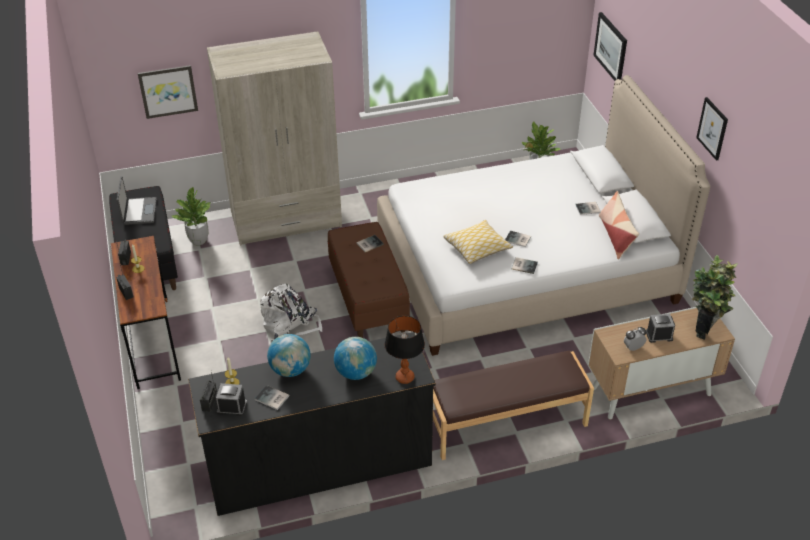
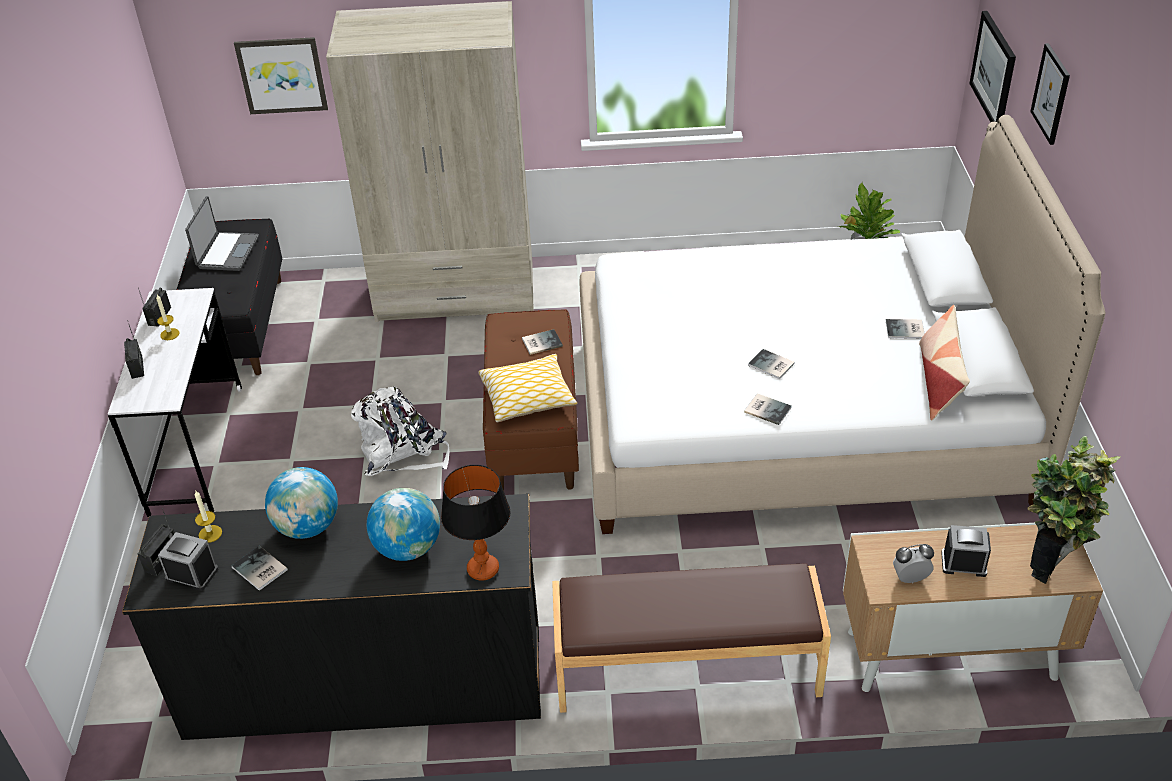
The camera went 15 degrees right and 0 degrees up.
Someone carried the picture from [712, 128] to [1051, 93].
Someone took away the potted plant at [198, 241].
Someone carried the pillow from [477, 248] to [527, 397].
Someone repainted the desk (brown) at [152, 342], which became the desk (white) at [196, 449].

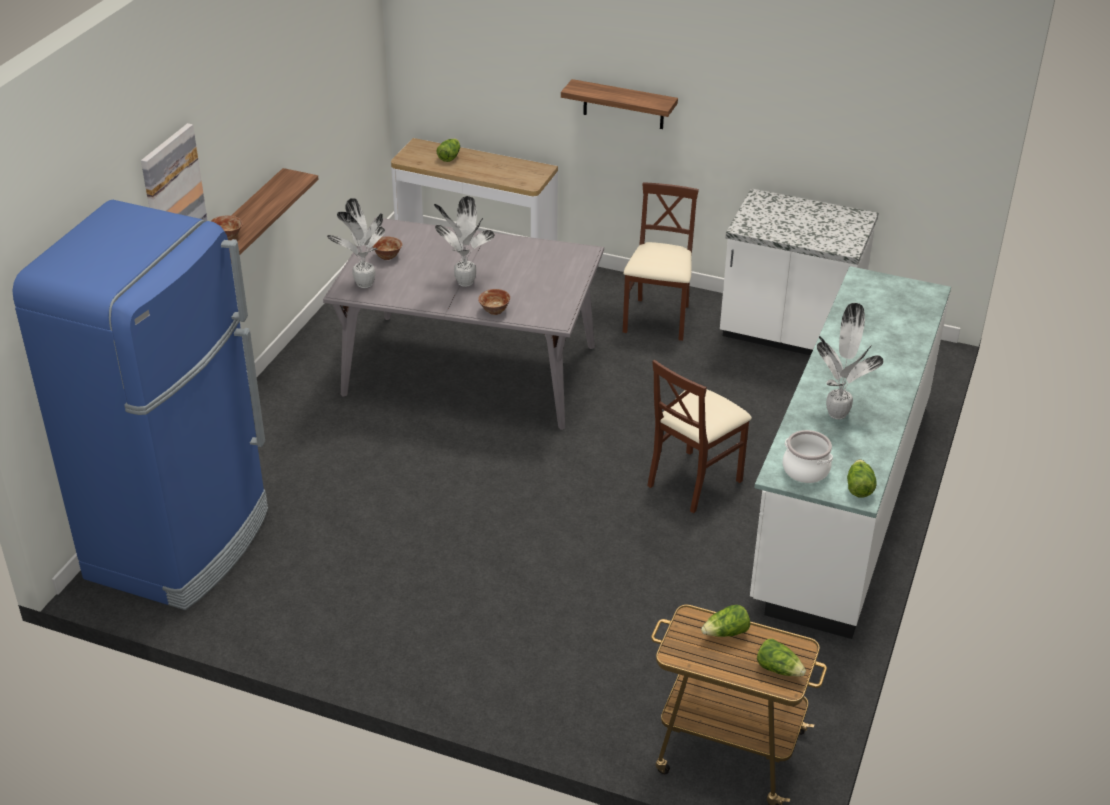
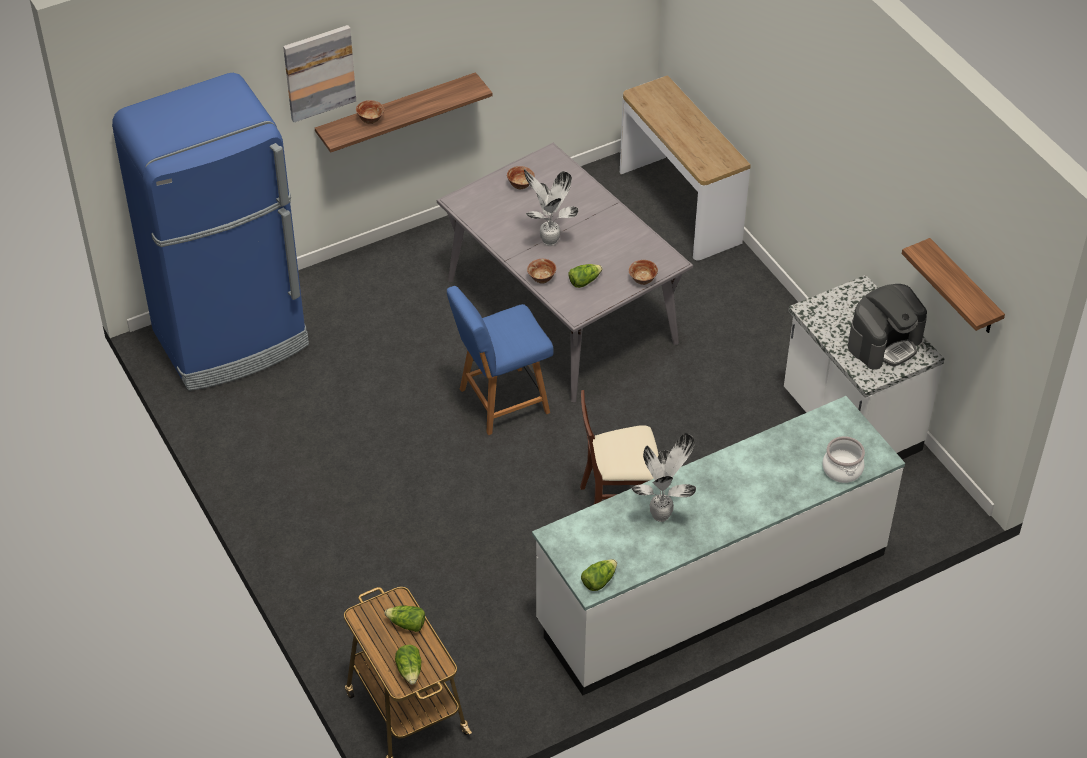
The camera went 40 degrees right and 10 degrees up.
Someone carried the shelf from [623, 104] to [963, 289].
Someone carried the lettuce from [449, 157] to [584, 281].
Someone took away the chair (brown) at [658, 320].
Someone took away the potted plant at [363, 285].
Someone carried the cooking pot from [806, 470] to [842, 469].
Someone put down the bowl at [643, 280].
Someone put down the coffee machine at [884, 343].
Someone put down the chair (blue) at [501, 402].

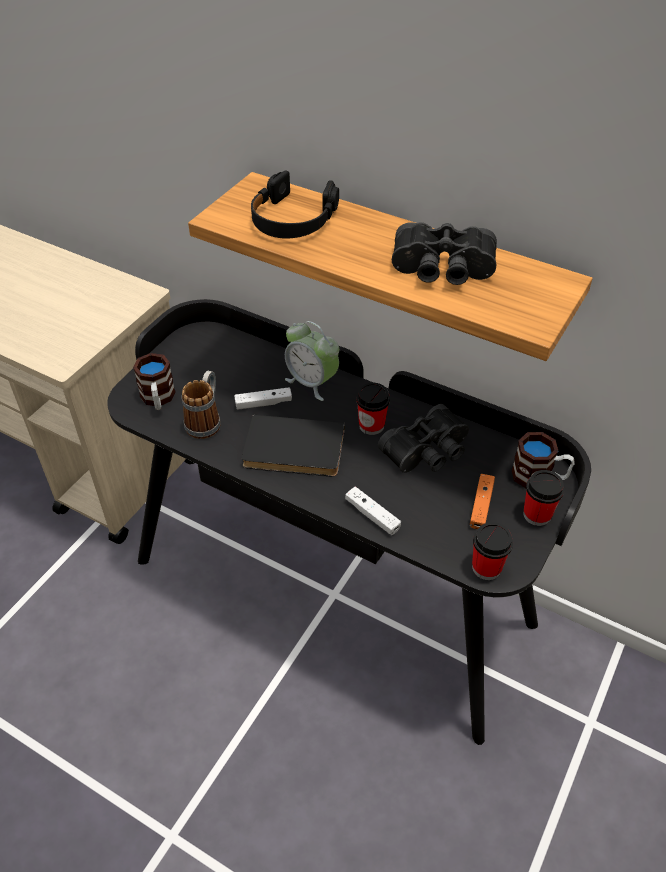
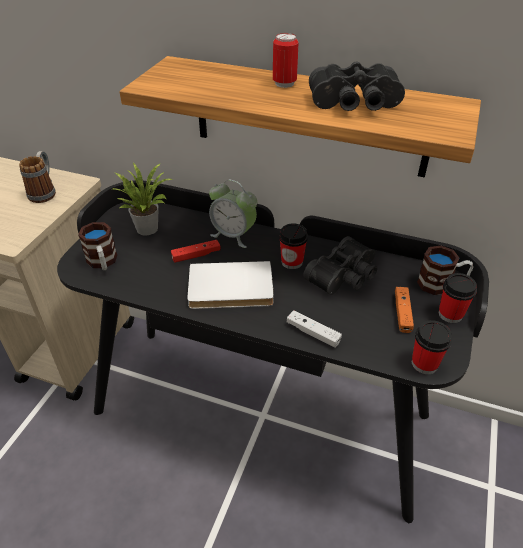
The camera went 10 degrees left and 5 degrees down.
Someone took away the headphones (black) at [292, 219].
Someone carried the mug from [206, 421] to [45, 192].
Someone repainted the game controller (white) at [263, 403], which became the game controller (red) at [196, 255].
Someone repainted the book (black) at [293, 451], which became the book (white) at [231, 289].
Someone put down the can at [284, 83].
Someone put down the potted plant at [147, 227].

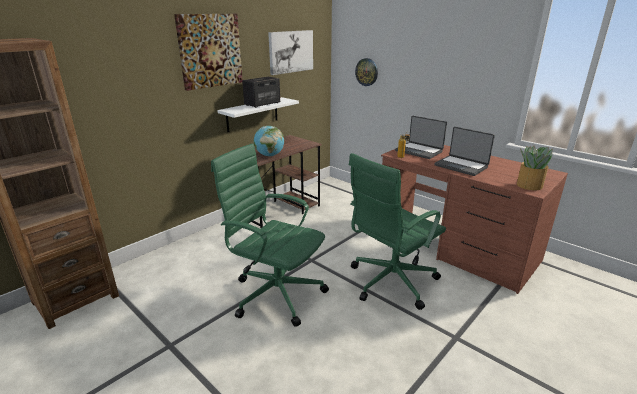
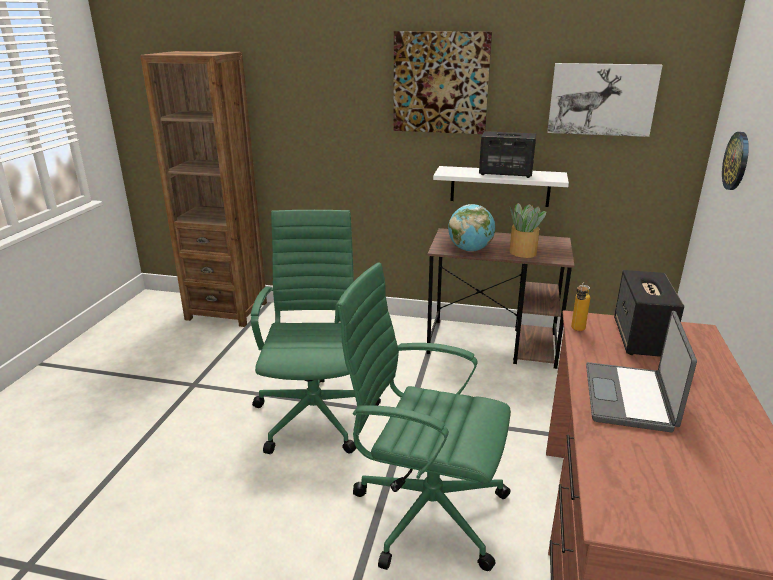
The camera went 60 degrees right and 0 degrees up.
Someone swapped the laptop at [419, 151] for the speaker at [641, 339].
Someone carried the potted plant from [528, 185] to [522, 252].

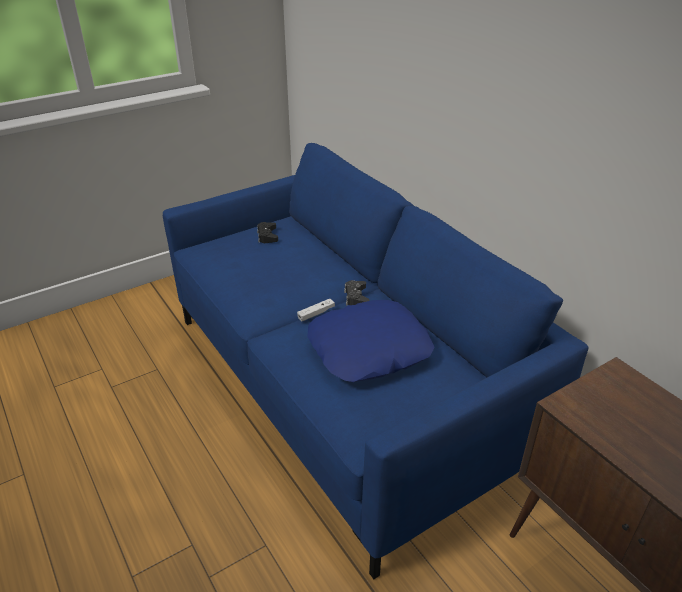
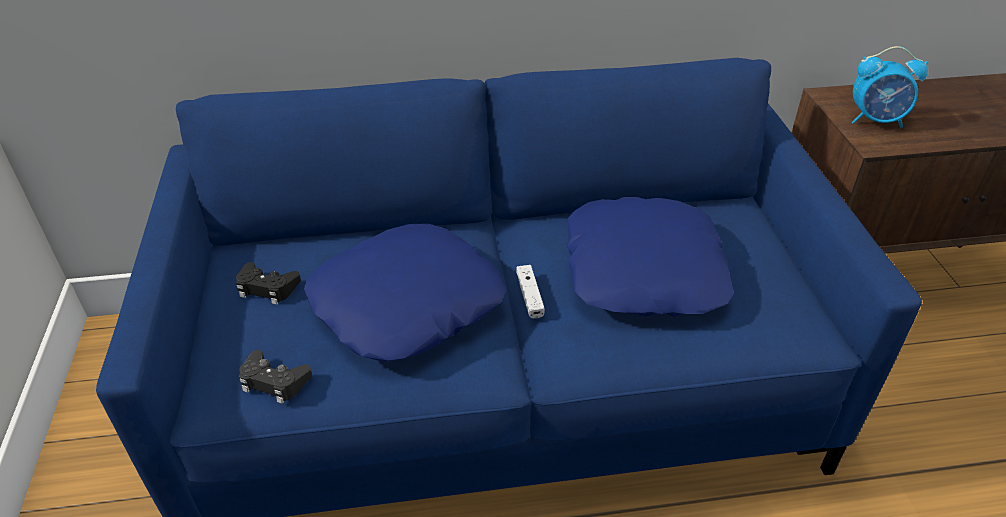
The camera went 65 degrees left and 5 degrees up.
Someone carried the game controller (black) from [356, 297] to [274, 381].
Someone put down the alarm clock at [876, 120].
Someone put down the pillow (blue) at [406, 302].

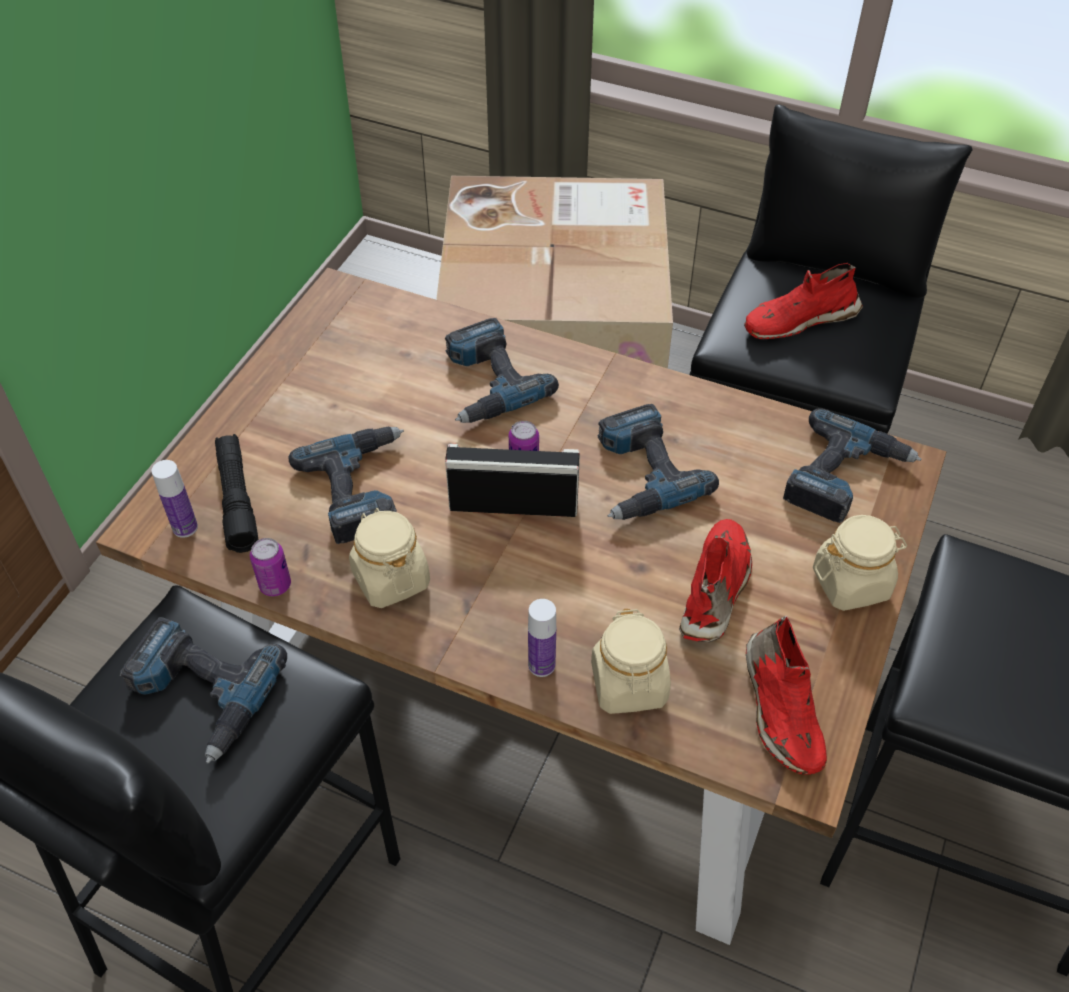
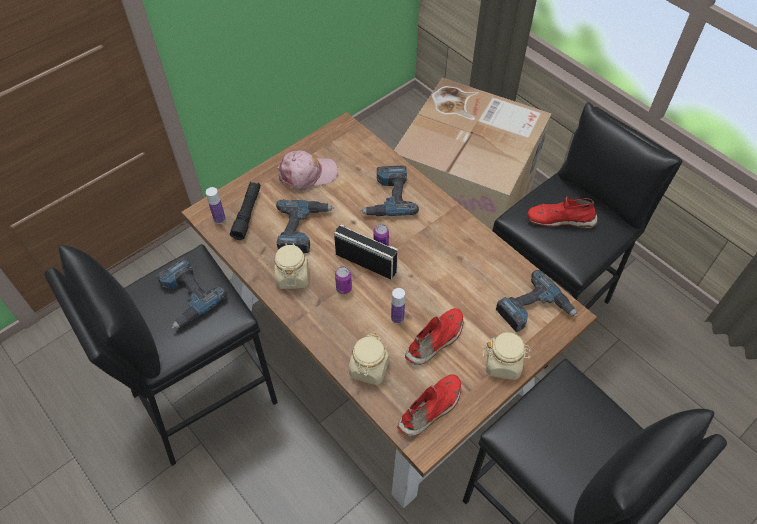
The camera went 25 degrees right and 5 degrees up.
Someone took away the power drill at [640, 474].
Someone carried the can from [275, 585] to [344, 288].
Someone carried the bottle from [541, 665] to [397, 318].
Someone rotated the shoe (red) at [780, 708] by 150 degrees counterclockwise.
Someone put down the cap (pink) at [307, 174].

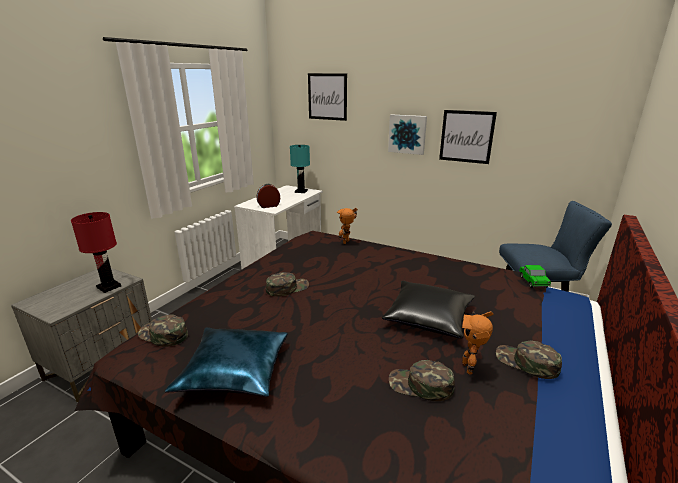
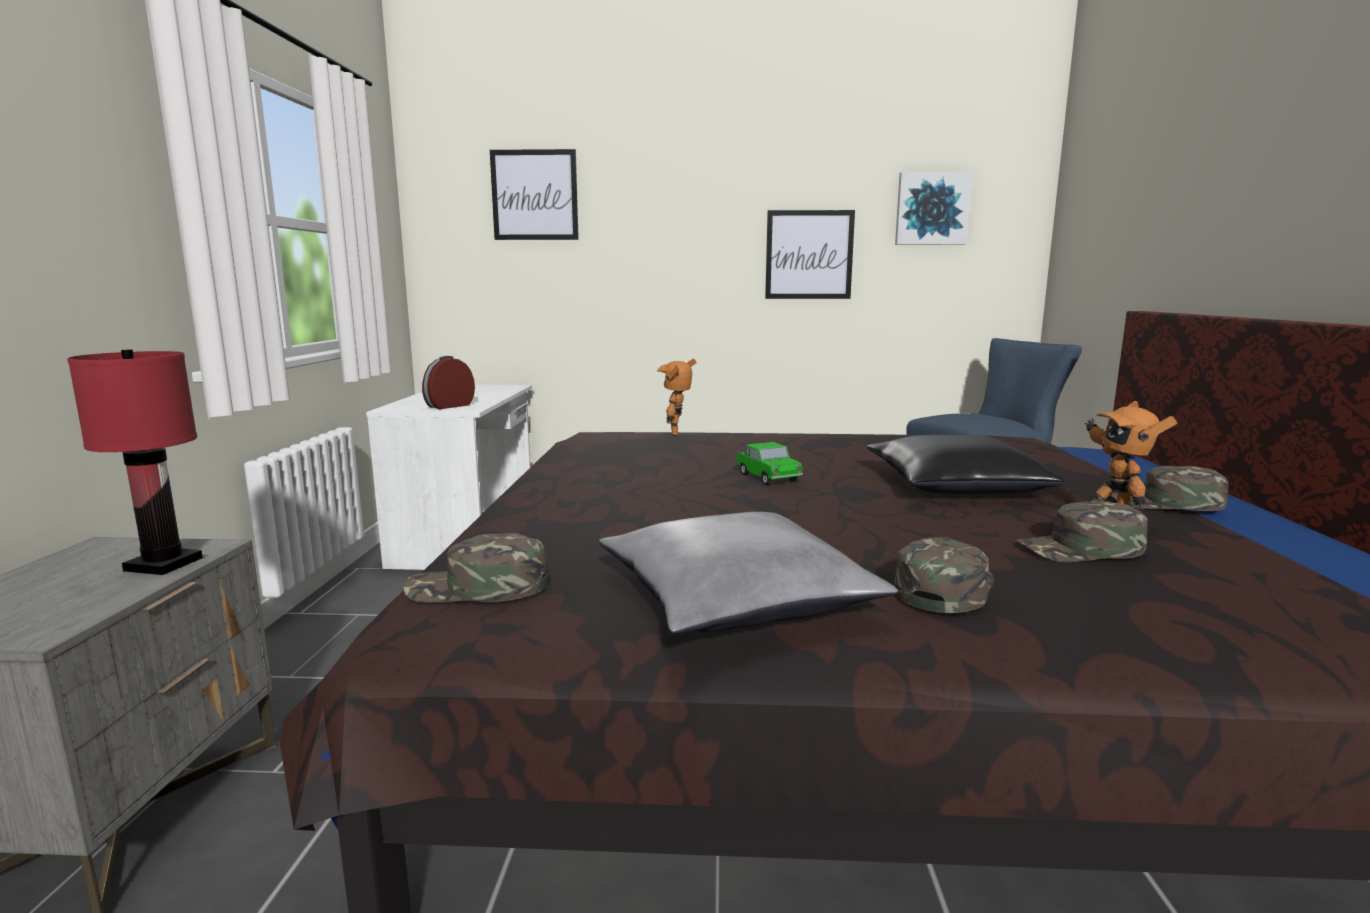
The camera went 25 degrees left and 10 degrees down.
Someone carried the picture from [407, 134] to [931, 209].
Someone took away the table lamp (turquoise) at [301, 191].
Someone carried the toy car from [533, 282] to [768, 477].
Someone carried the cap (green) from [287, 288] to [943, 587].
Someone repainted the pillow (blue) at [234, 371], which became the pillow (grey) at [737, 599].

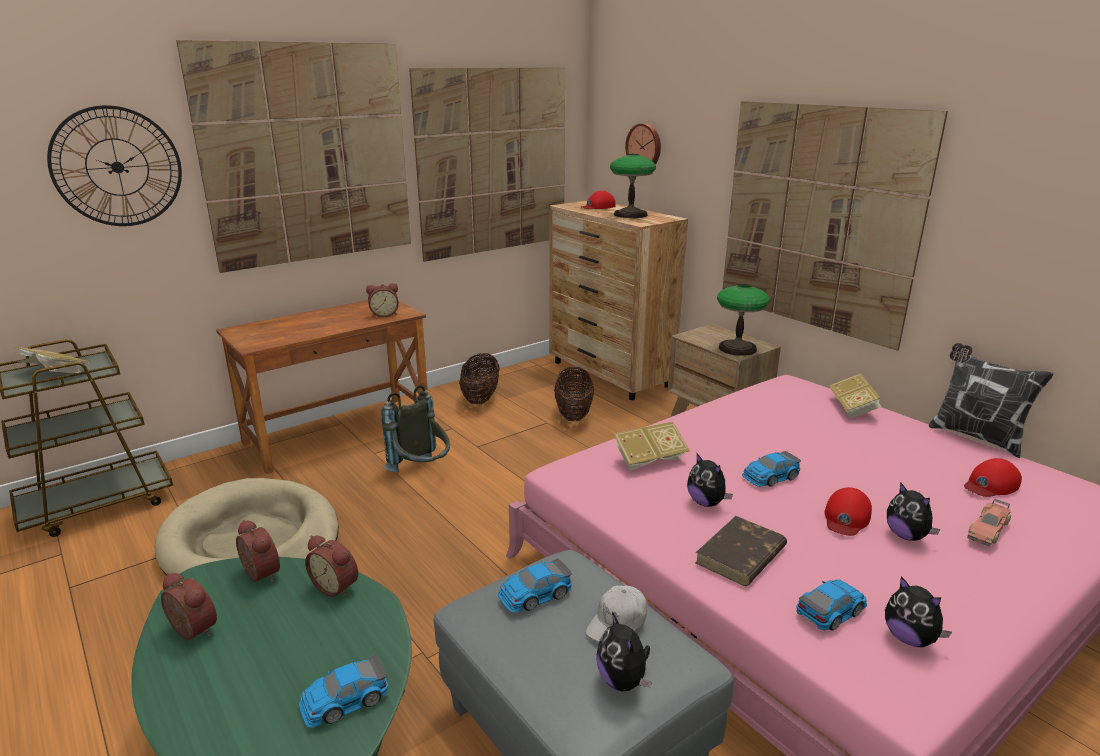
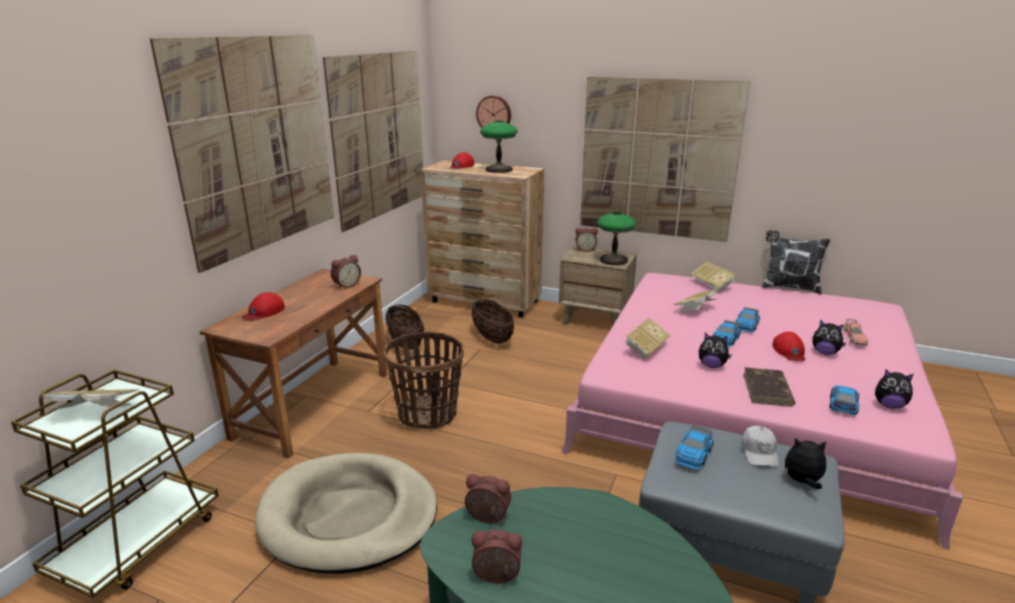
The camera went 30 degrees left and 0 degrees up.
Someone took away the wall clock at [117, 167].
Someone swapped the backpack (grey) at [422, 472] for the basket at [428, 414].
Someone carried the cap (red) from [990, 484] to [263, 312].
Someone carried the alarm clock from [337, 586] to [585, 249].
Someone rotated the plush toy at [623, 681] by 150 degrees clockwise.
Someone carried the toy car from [344, 700] to [746, 325].
Someone put down the book at [695, 309].

